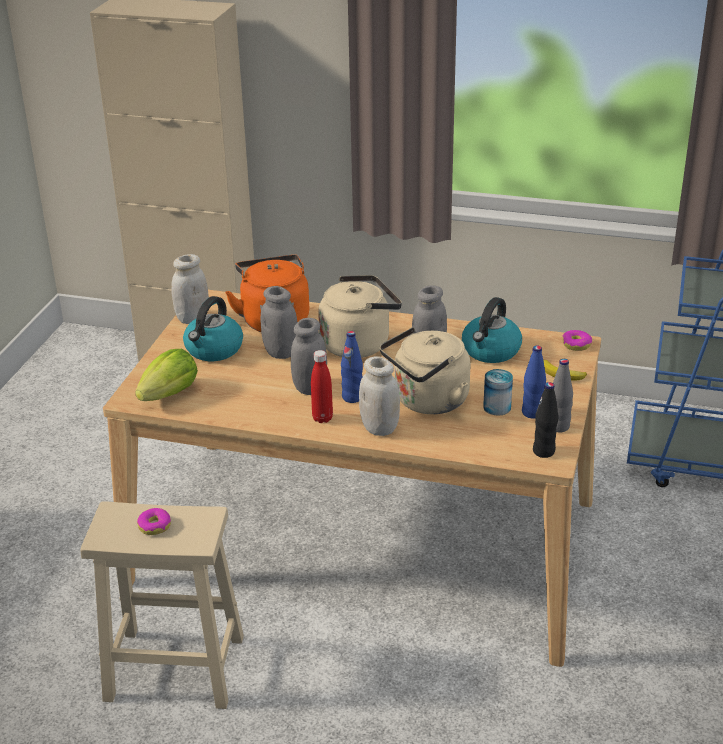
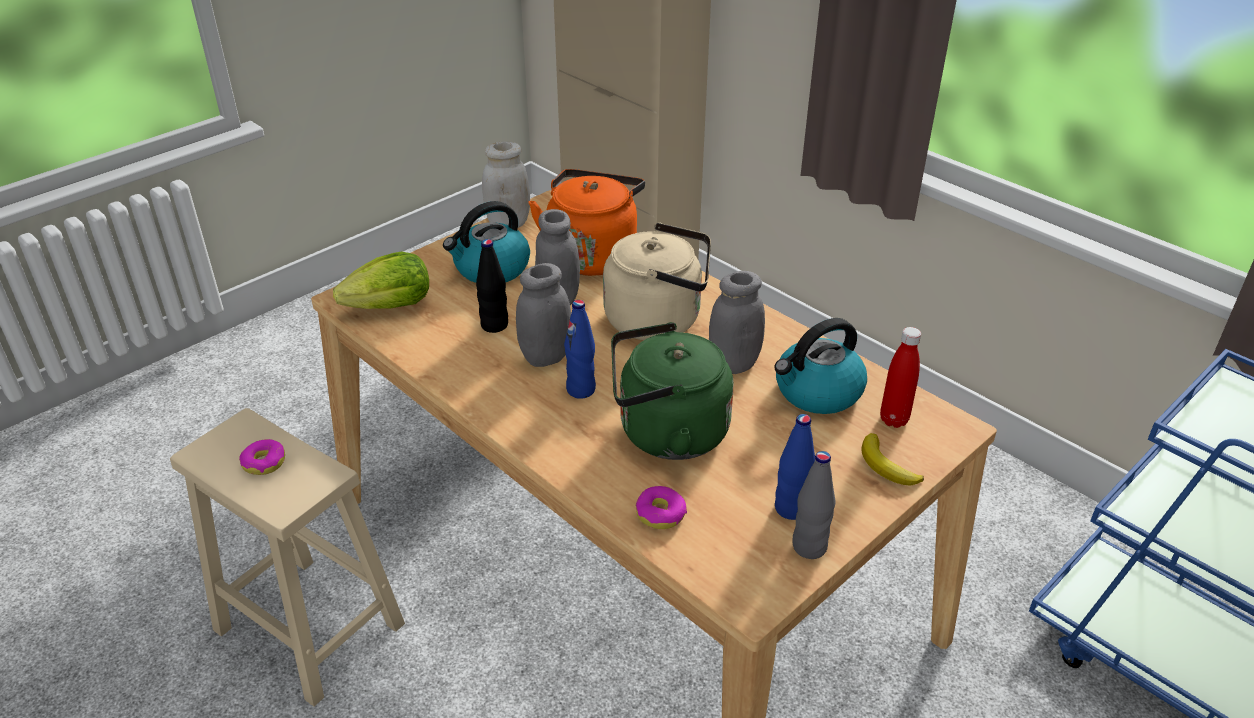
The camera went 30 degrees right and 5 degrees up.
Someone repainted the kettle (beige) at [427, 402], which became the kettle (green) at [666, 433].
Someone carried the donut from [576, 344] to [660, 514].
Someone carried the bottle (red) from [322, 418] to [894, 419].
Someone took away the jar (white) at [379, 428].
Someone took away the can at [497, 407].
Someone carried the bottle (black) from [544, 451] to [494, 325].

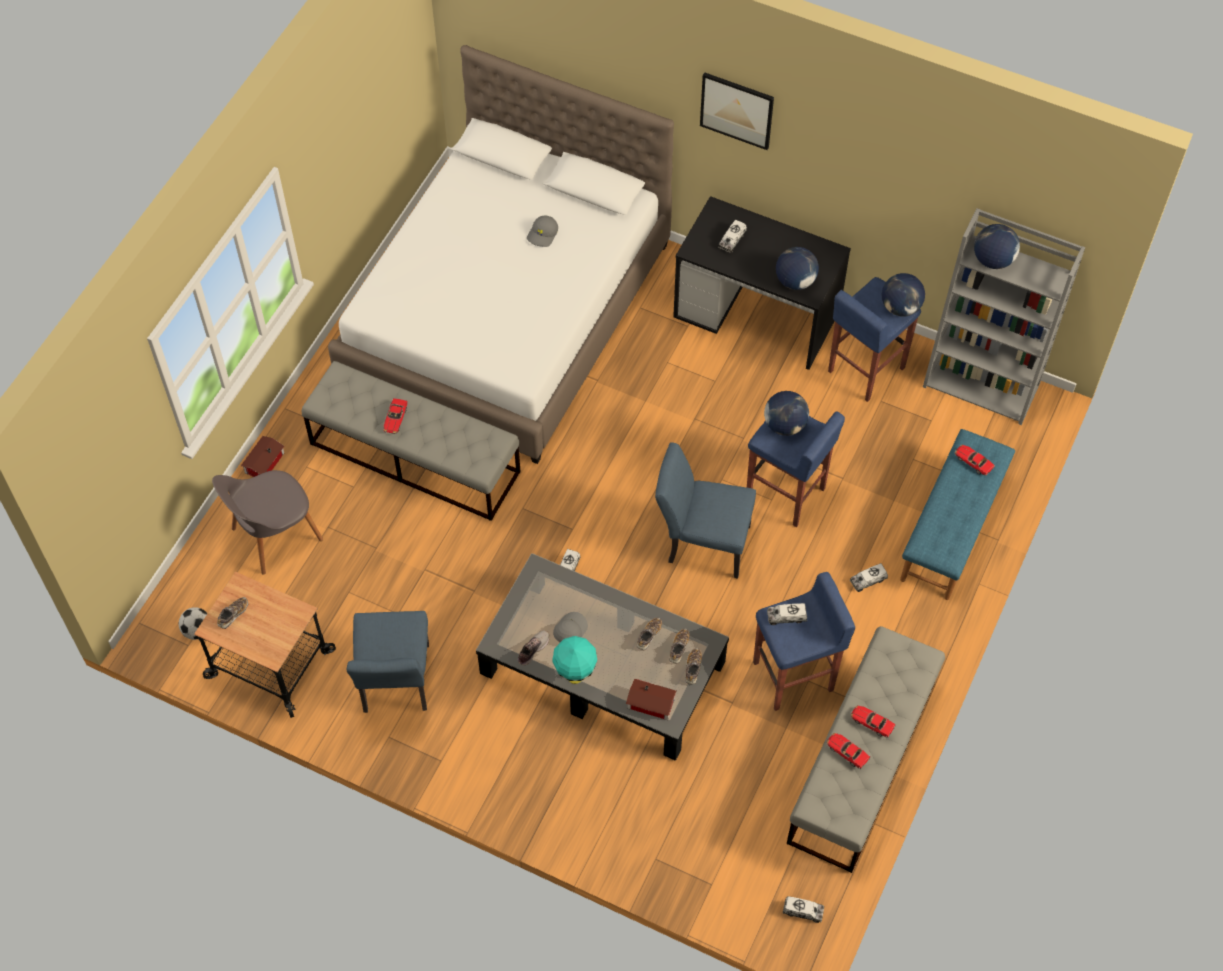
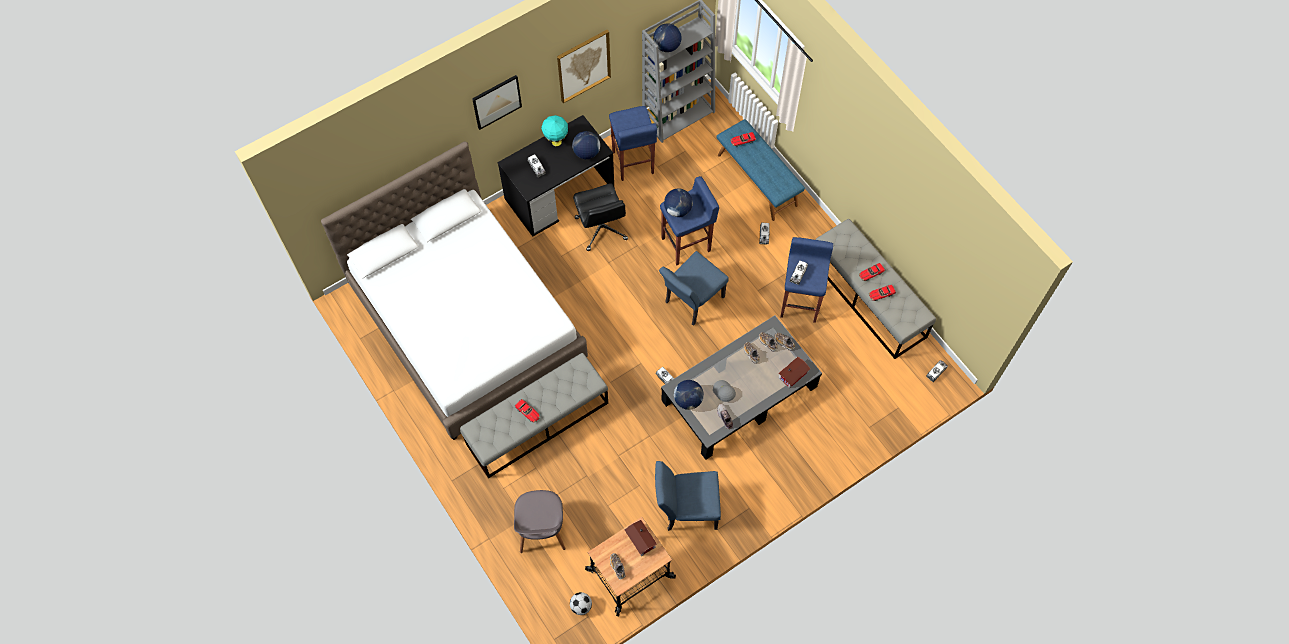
The camera went 60 degrees left and 5 degrees up.
Someone took away the cap (grey) at [543, 235].
Someone carried the globe from [900, 307] to [688, 400].
Someone carried the toy house from [263, 463] to [640, 541].
Someone rotated the chair (blue) at [395, 685] by 150 degrees clockwise.
Someone carried the table lamp (turquoise) from [575, 675] to [556, 141].
Someone put up the picture at [583, 65].
Someone put down the office chair (black) at [601, 229].

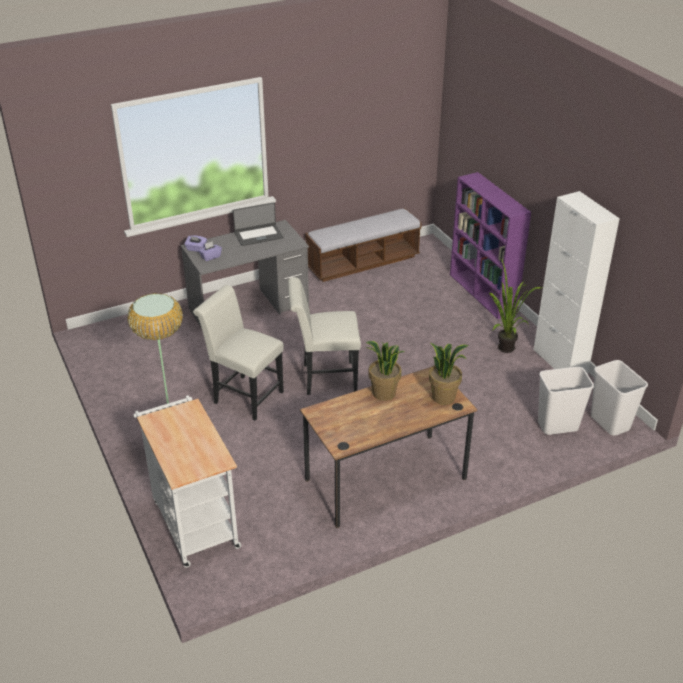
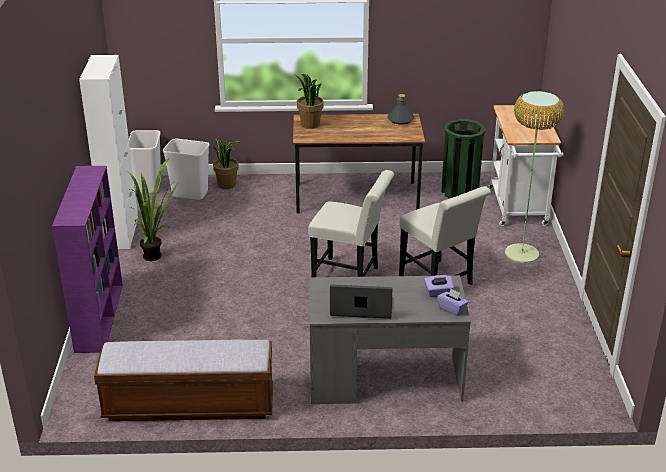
The camera went 155 degrees left and 5 degrees down.
Someone carried the potted plant from [383, 394] to [227, 185].
Someone put down the bottle (grey) at [401, 119].
Someone put down the trash can (green) at [459, 191].

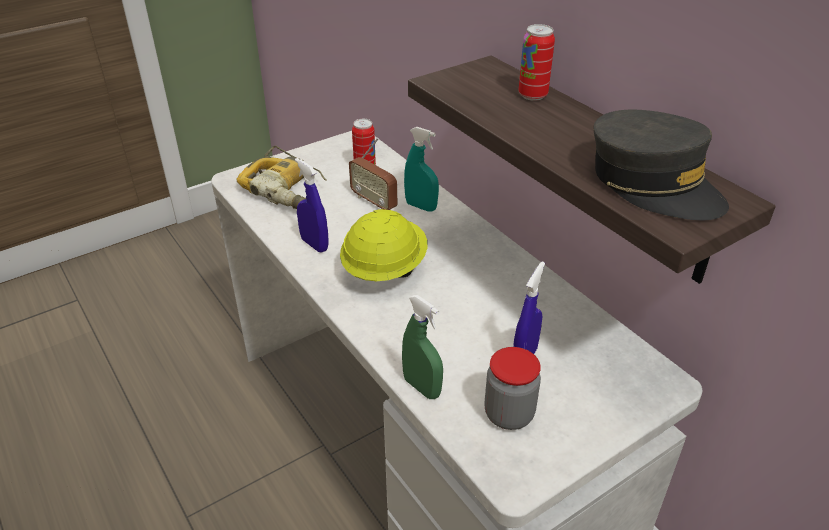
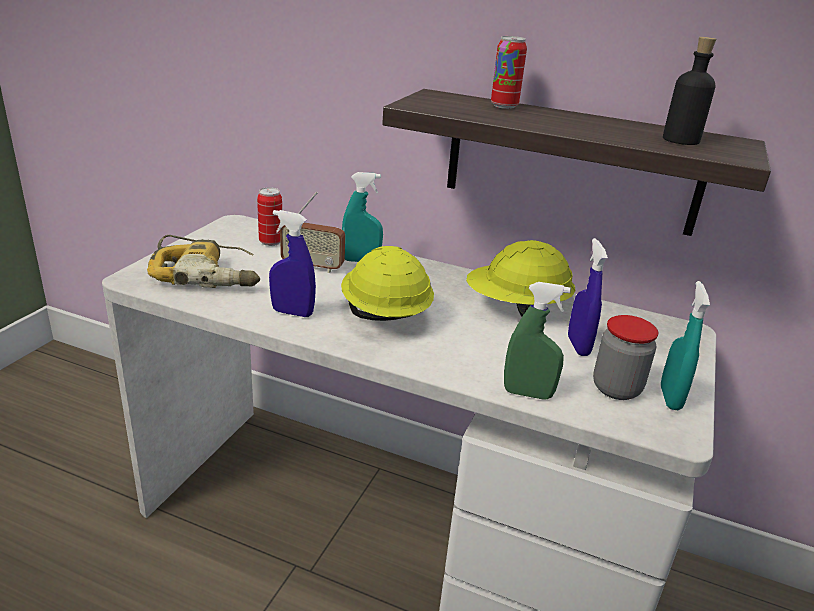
The camera went 35 degrees left and 10 degrees down.
Someone swapped the cap (grey) at [653, 183] for the bottle (black) at [680, 140].
Someone put down the hard hat (yellow) at [516, 308].
Someone put down the spray bottle (turquoise) at [670, 398].

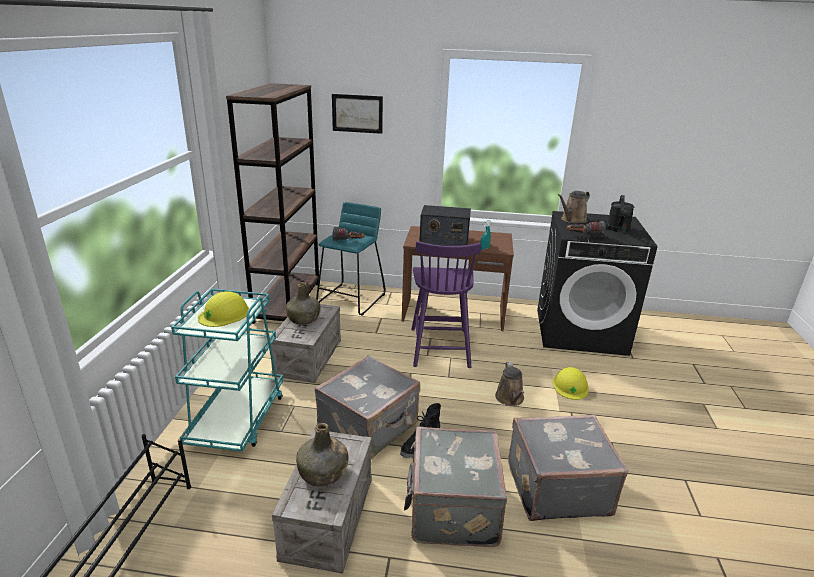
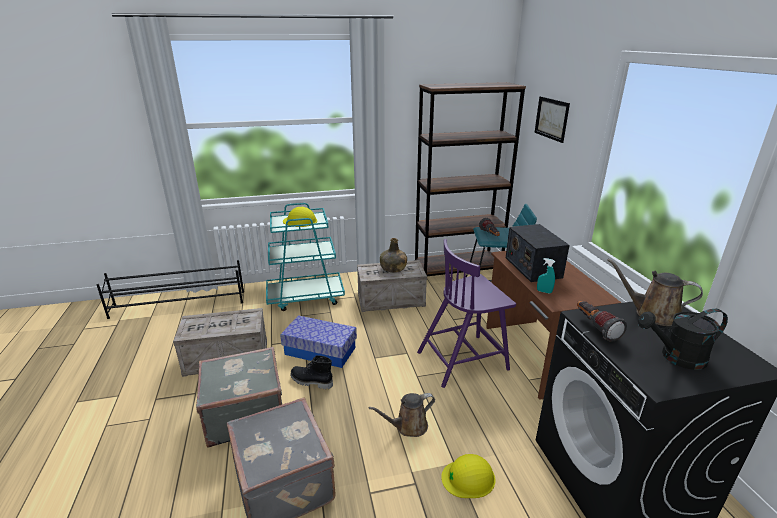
The camera went 70 degrees right and 0 degrees up.
Someone swapped the suitcase (grey) at [369, 429] for the storage box at [320, 351].
Someone took away the bottle (green) at [323, 473].

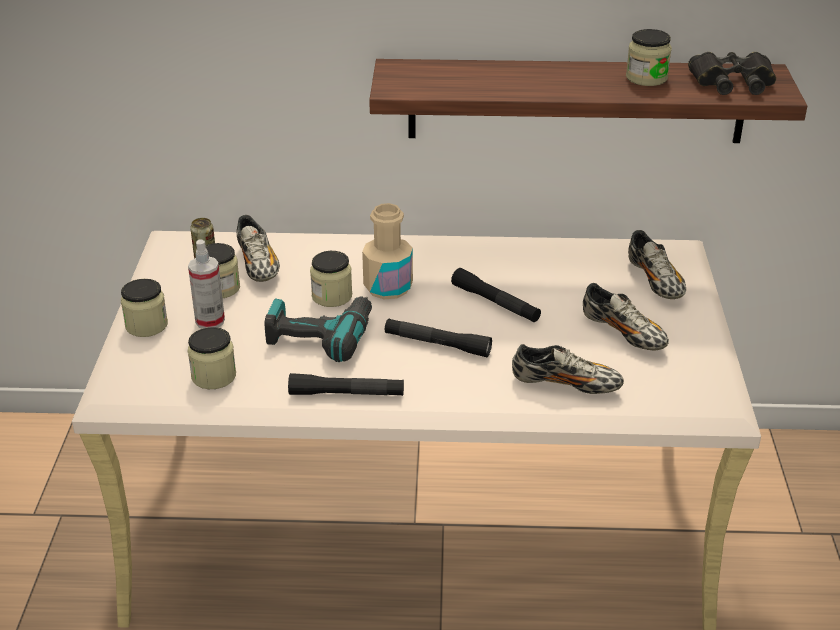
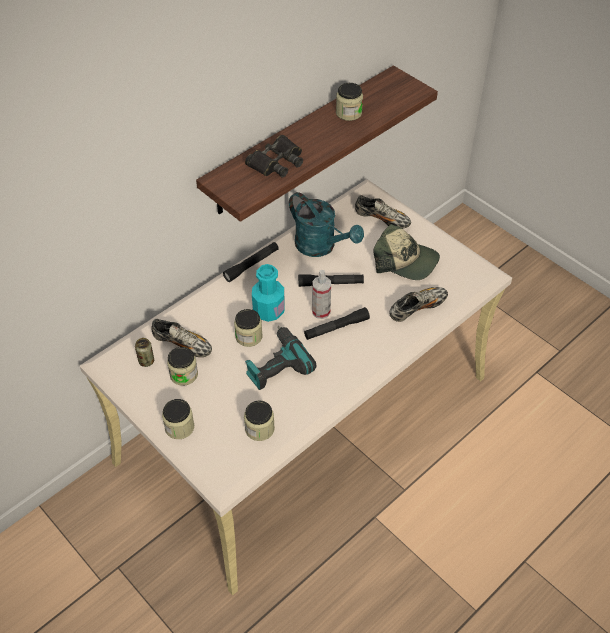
The camera went 45 degrees left and 15 degrees up.
Someone carried the binoculars (black) from [732, 82] to [276, 162].
Someone repainted the bottle (beige) at [388, 287], which became the bottle (turquoise) at [268, 310].
Someone carried the spray bottle from [210, 321] to [321, 312].
Someone swapped the shoe at [623, 333] for the cap at [405, 261].
Someone carried the flashlight (black) from [346, 394] to [251, 265].
Someone put down the watering can (turquoise) at [321, 247].

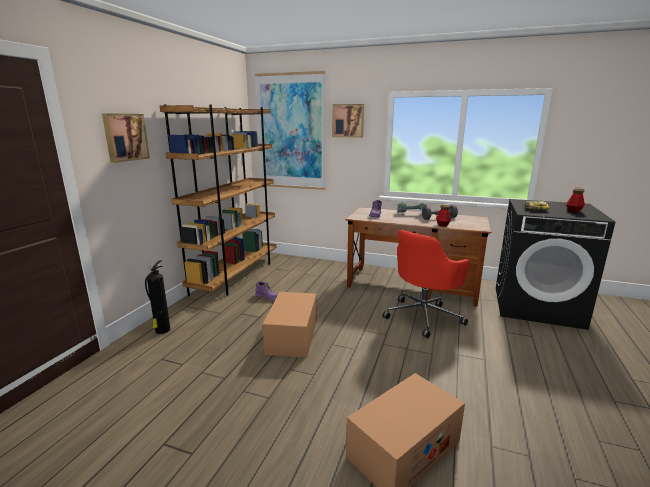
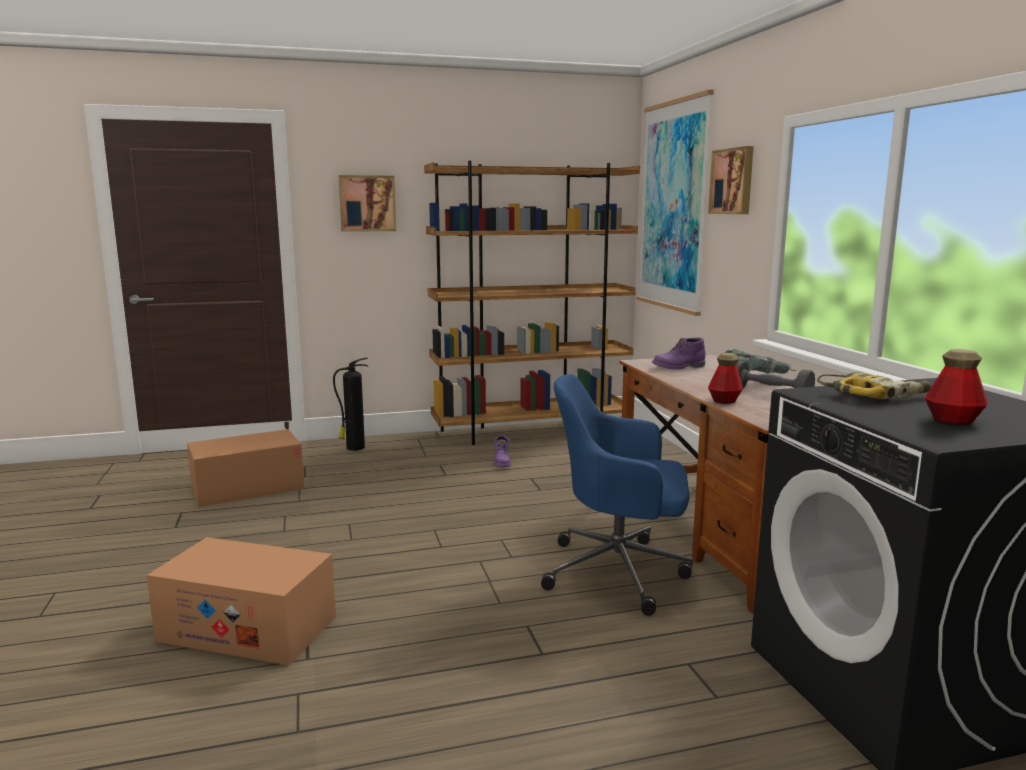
The camera went 55 degrees right and 5 degrees down.
Someone repainted the office chair (red) at [424, 316], which became the office chair (blue) at [619, 572].
Someone carried the cardboard box from [292, 336] to [248, 488].

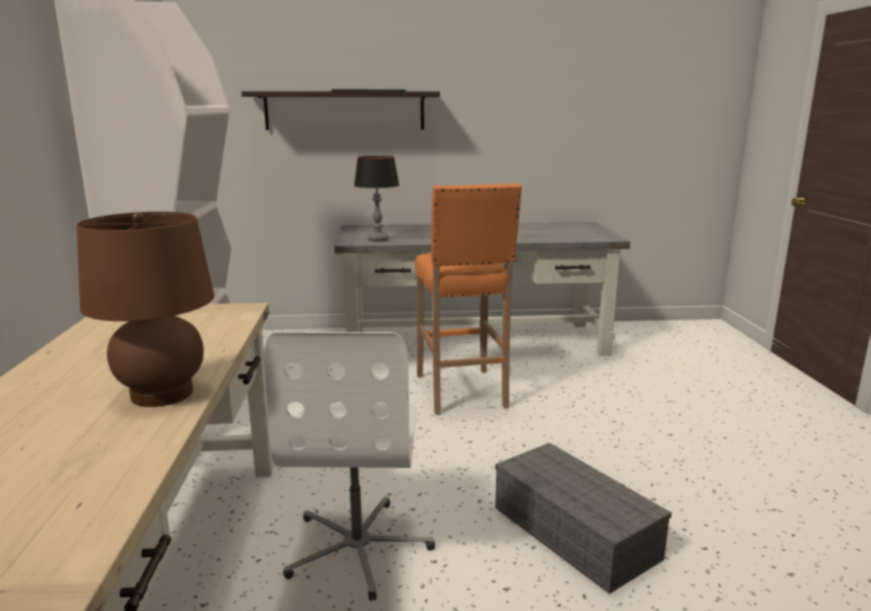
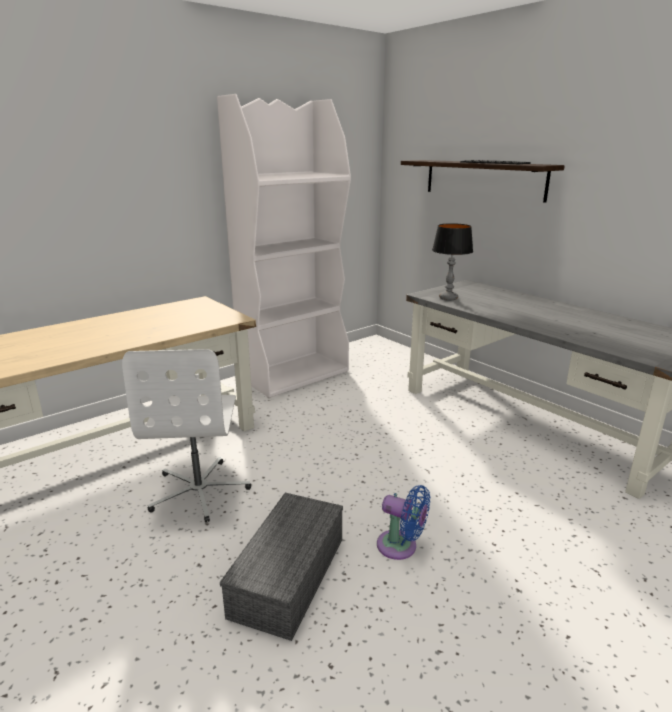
The camera went 55 degrees right and 5 degrees up.
Someone took away the stool (orange) at [461, 392].
Someone took away the table lamp (brown) at [162, 394].
Someone rotated the office chair (white) at [359, 547] by 60 degrees counterclockwise.
Someone put down the fan (blue) at [401, 547].

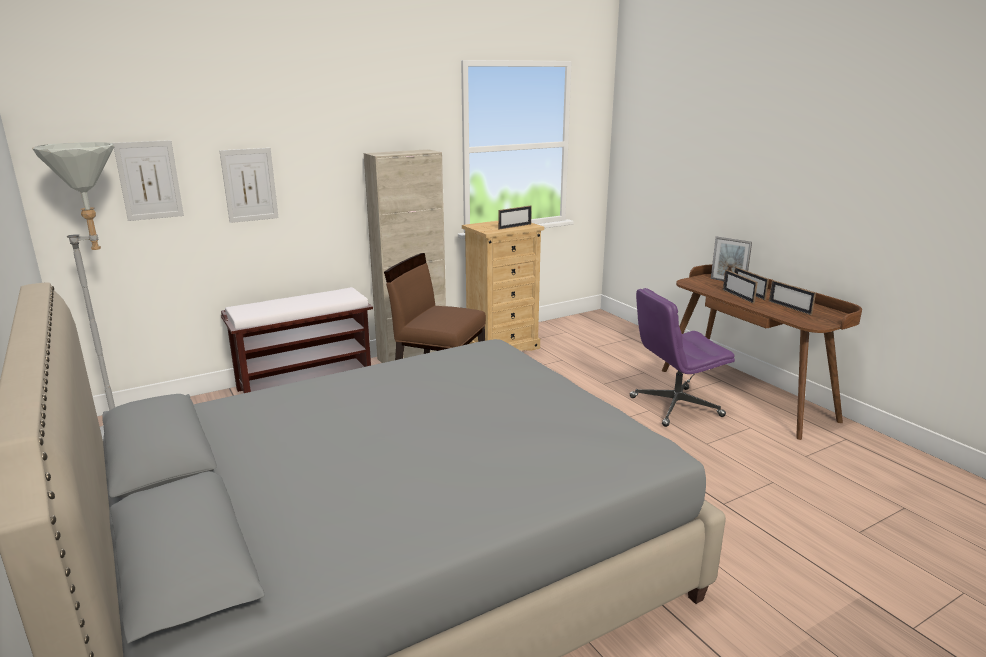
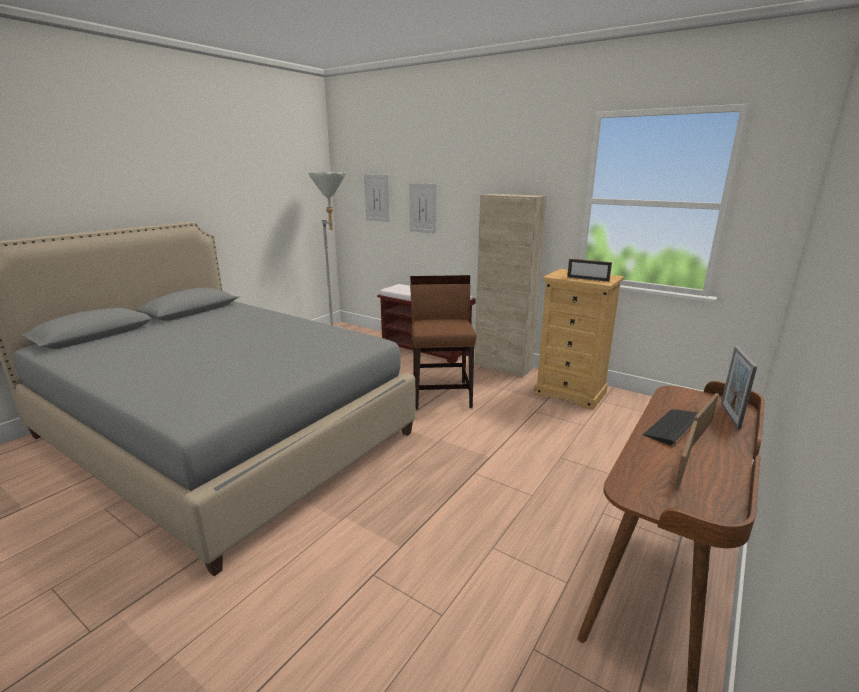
The camera went 65 degrees right and 0 degrees up.
Someone swapped the picture frame at [738, 296] for the keyboard at [672, 427].
Someone took away the office chair (purple) at [674, 407].

